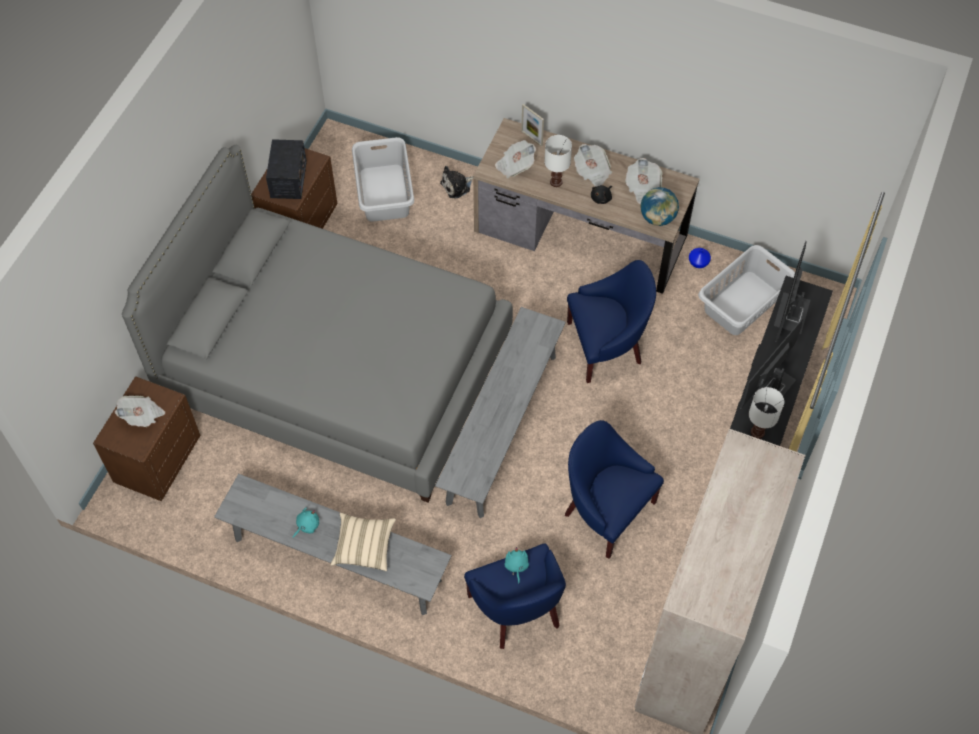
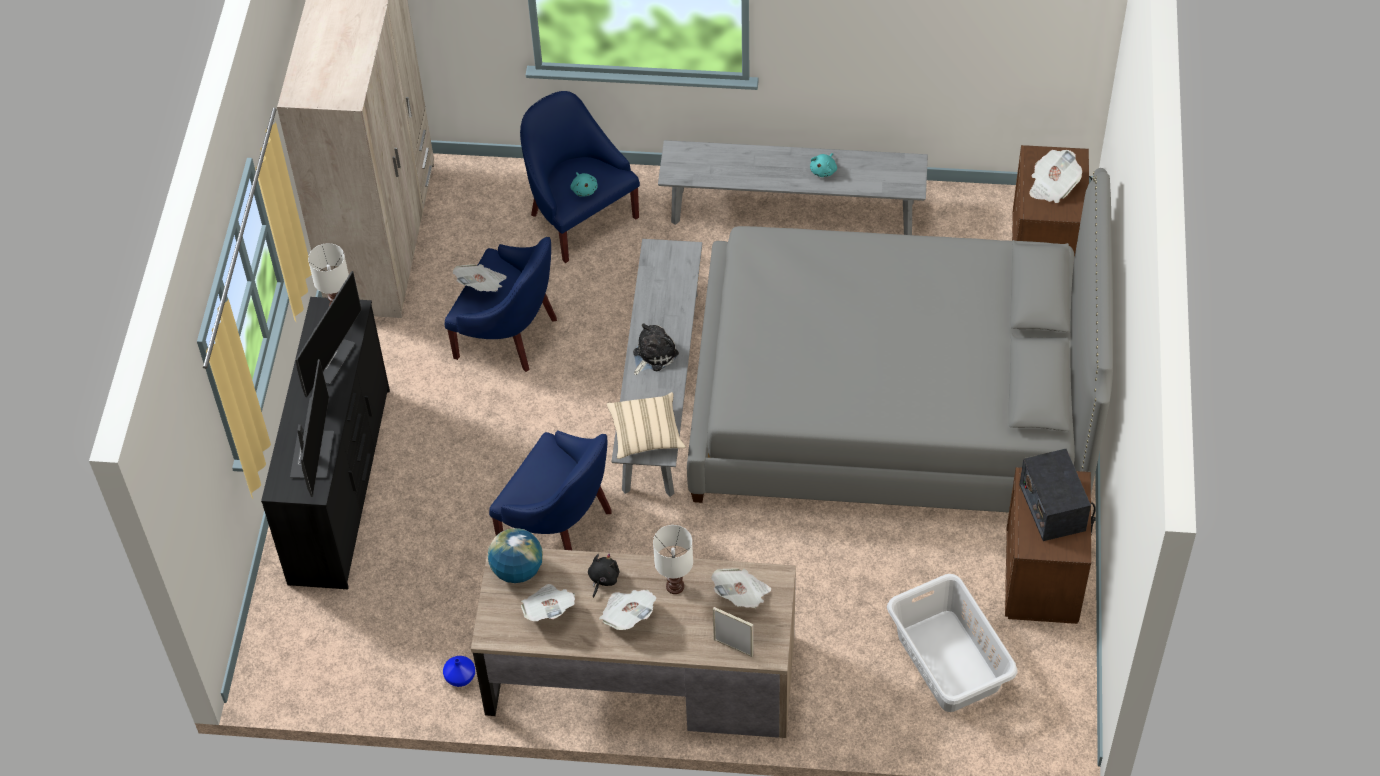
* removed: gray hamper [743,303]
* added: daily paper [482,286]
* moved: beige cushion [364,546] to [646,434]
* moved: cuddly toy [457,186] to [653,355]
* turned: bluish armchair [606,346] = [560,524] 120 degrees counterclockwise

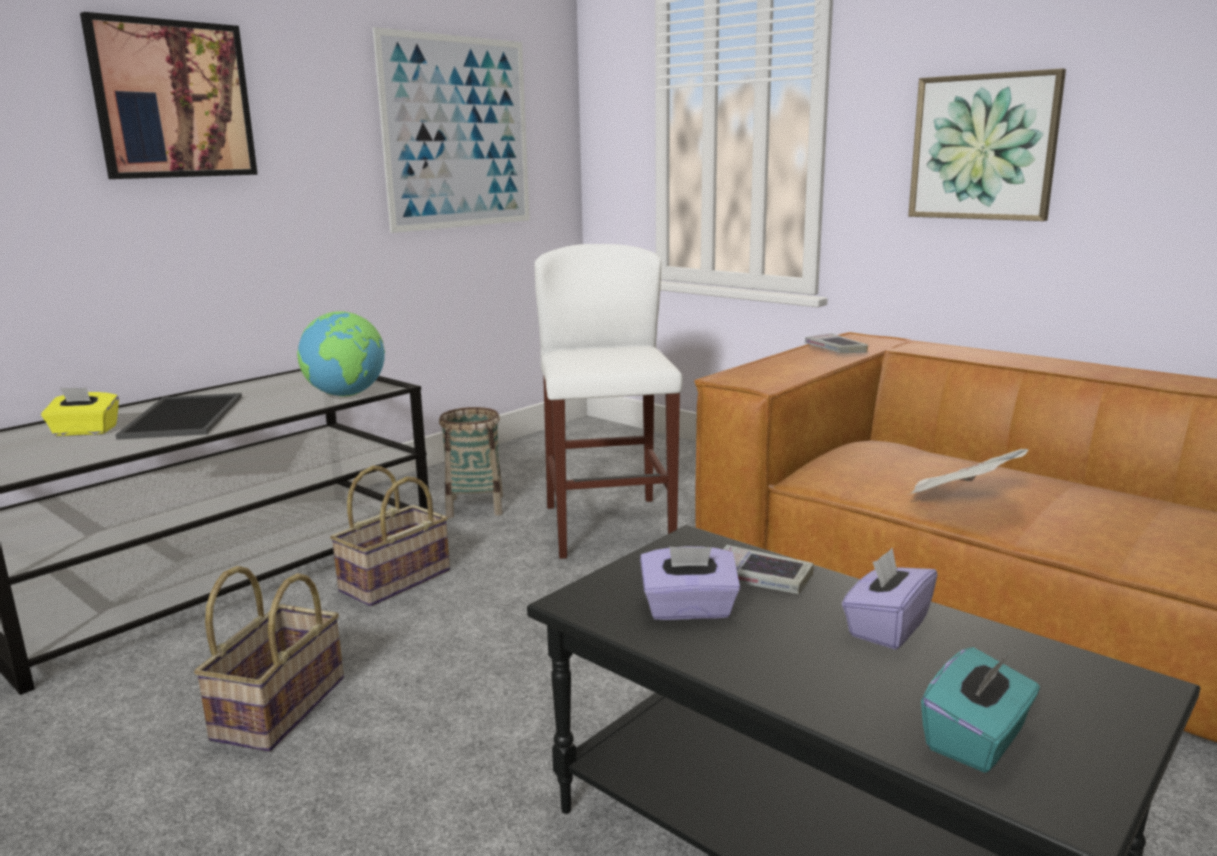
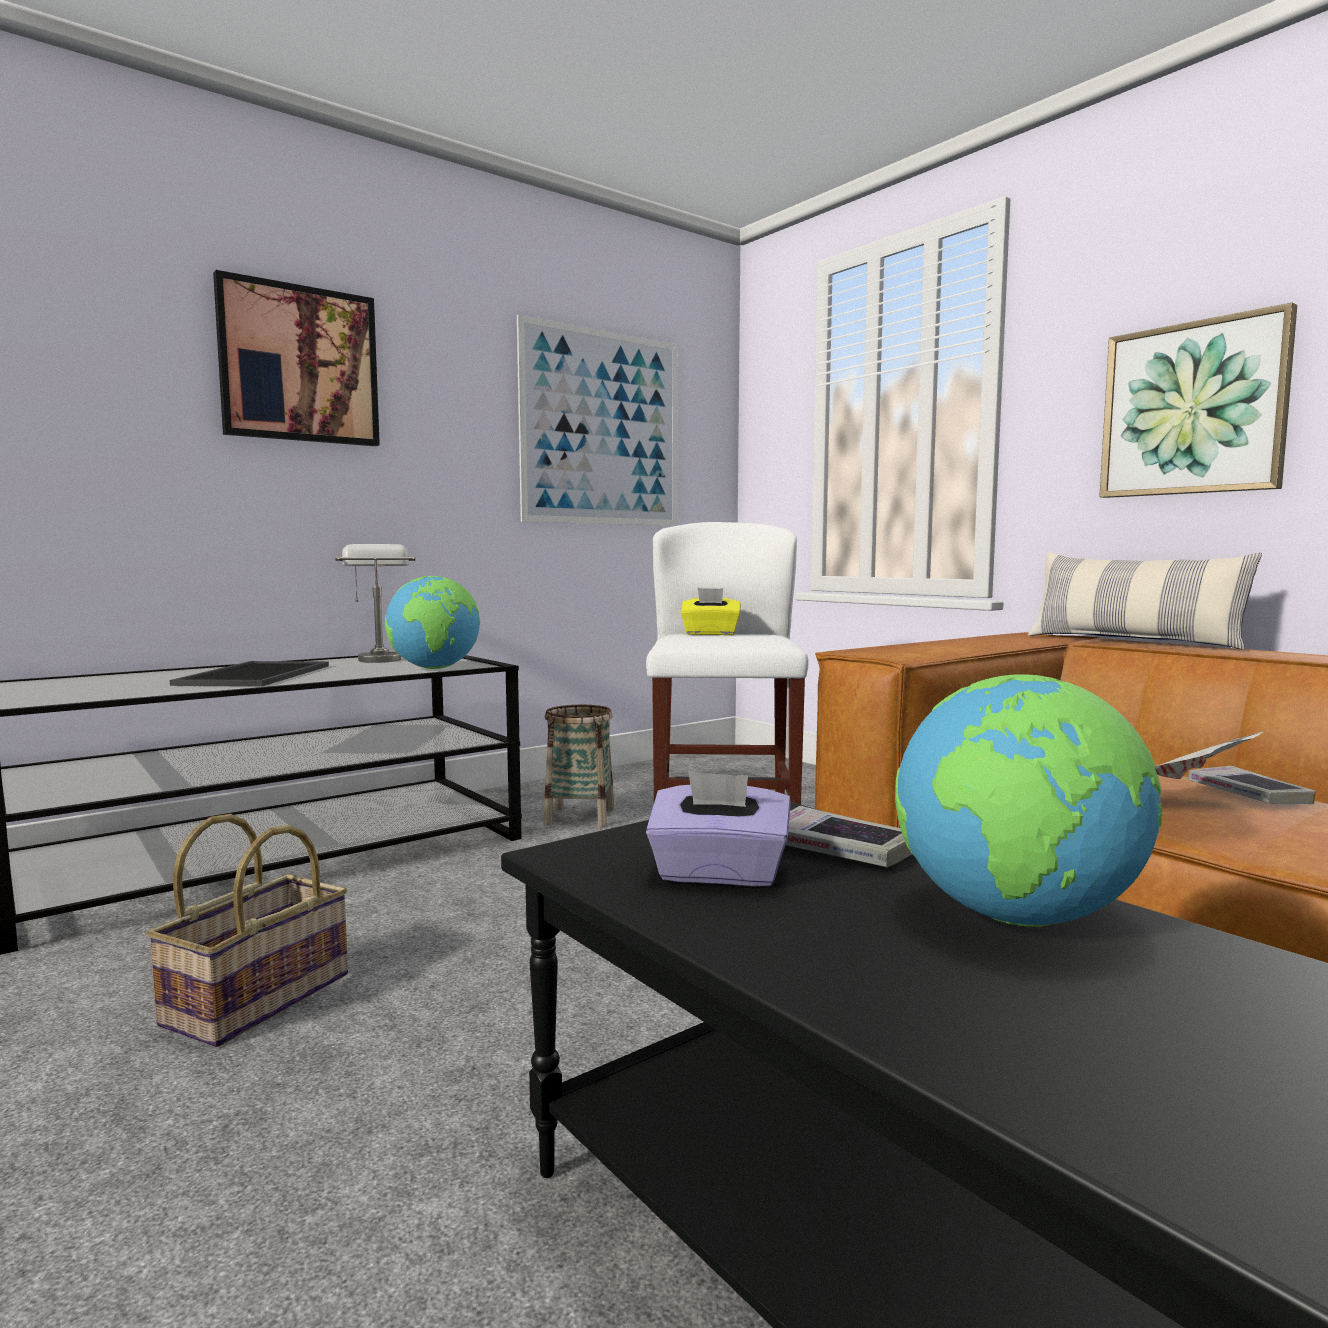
* removed: household basket [396,581]
* removed: turquoise-coloured tissue holder [977,740]
* added: gray tabletop lamp [378,658]
* added: cushion [1132,641]
* moved: yellow tissue holder [85,431] to [710,634]
* moved: book [835,349] to [1248,794]
* replaced: purplish tissue holder [886,627] to desk globe [1016,917]

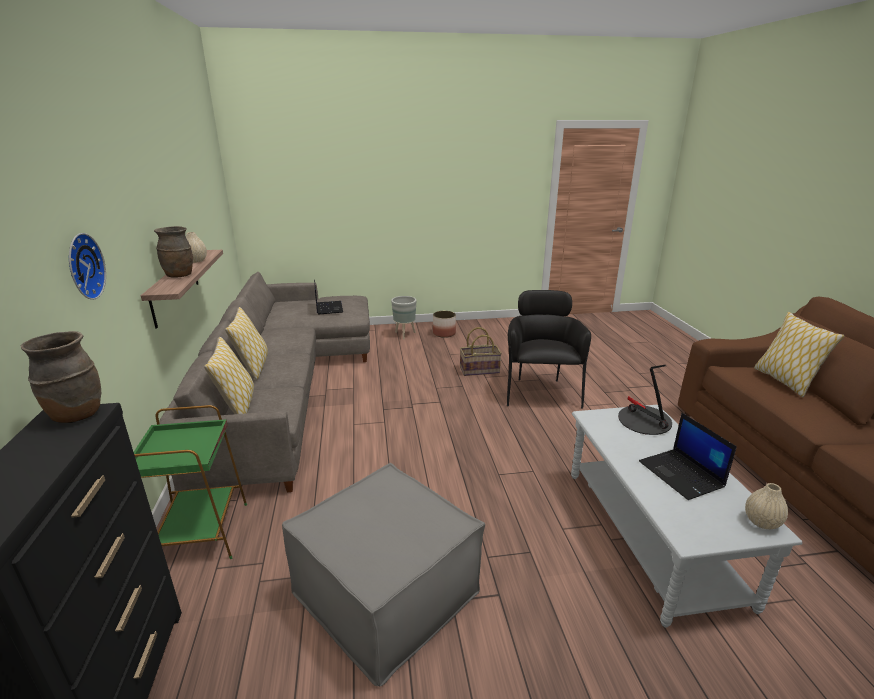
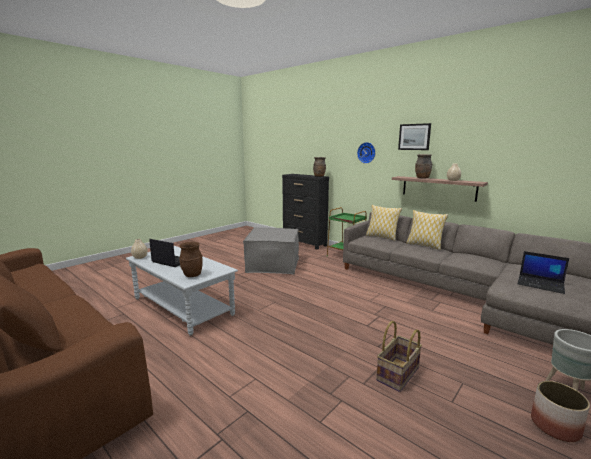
* removed: blackish armchair [540,391]
* removed: cushion [785,381]
* added: wall art [414,137]
* replaced: tabletop lamp [644,421] to brownish flower vase [192,275]

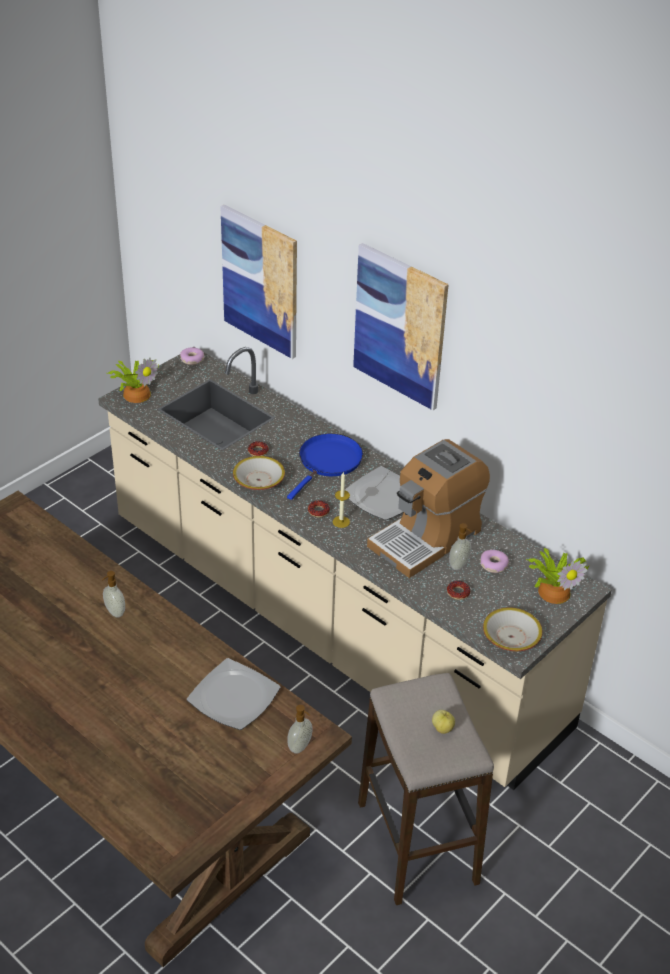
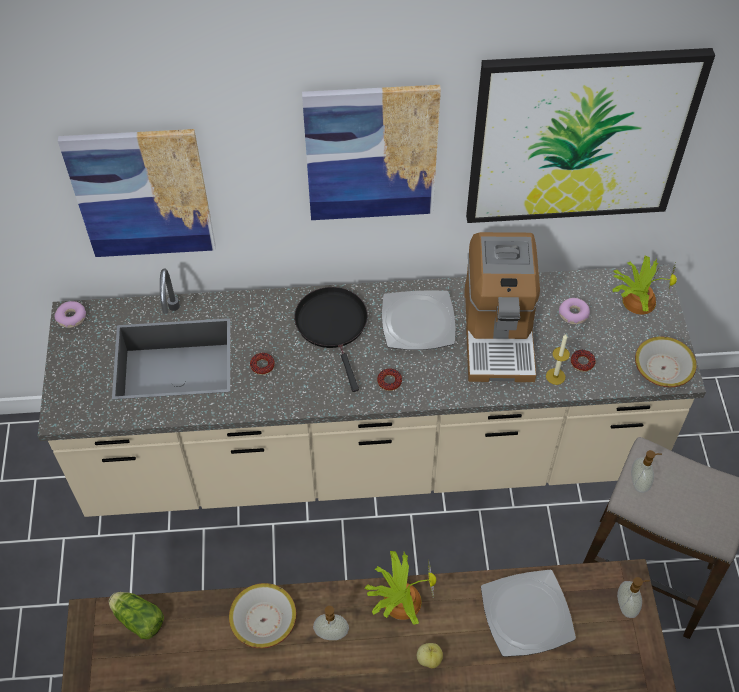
* added: lettuce head [137,618]
* added: wall art [580,138]
* moved: plant in a pot [136,393] to [400,600]
* moved: deep dish [258,480] to [263,620]
* moved: candle [341,522] to [555,376]
* moved: apple fruit [442,728] to [429,659]
* moved: soap bottle [459,565] to [639,483]
* recoloured: bluish frying pan [328,462] to blackish frying pan [333,326]

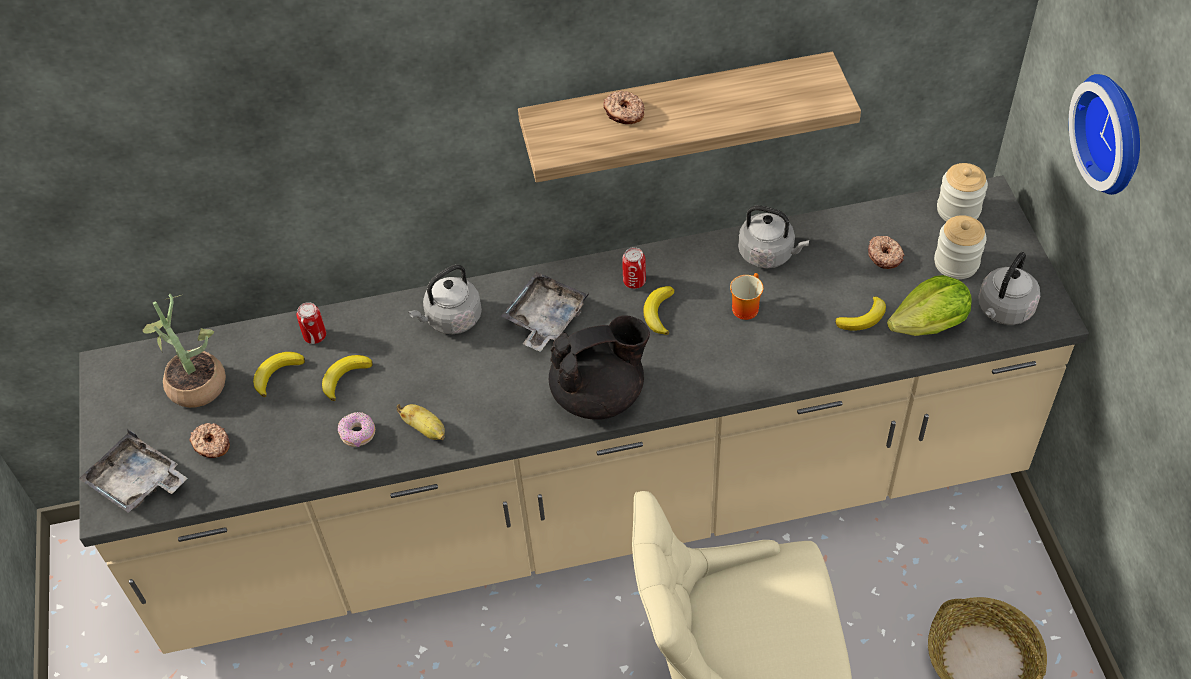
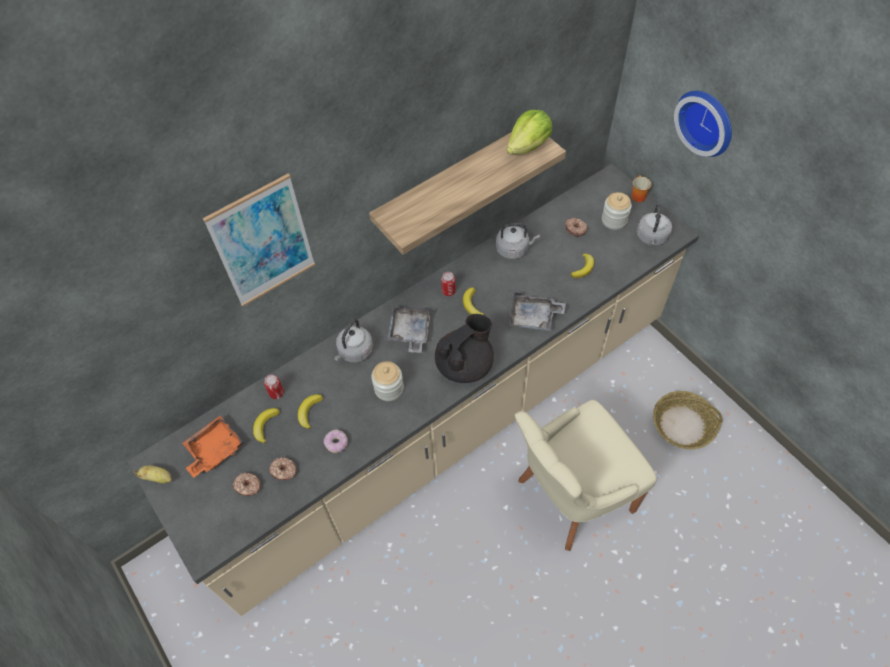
* added: wall art [263,242]
* moved: gray serving tray [137,482] to [534,318]
* moved: banana fruit [426,430] to [158,478]
* moved: doughnut [624,113] to [284,471]
* moved: coffee mug [744,306] to [637,195]
* moved: lettuce head [929,325] to [528,146]
* moved: storage jar [958,210] to [389,388]
* replaced: plant in a pot [194,380] to orangey serving tray [214,450]

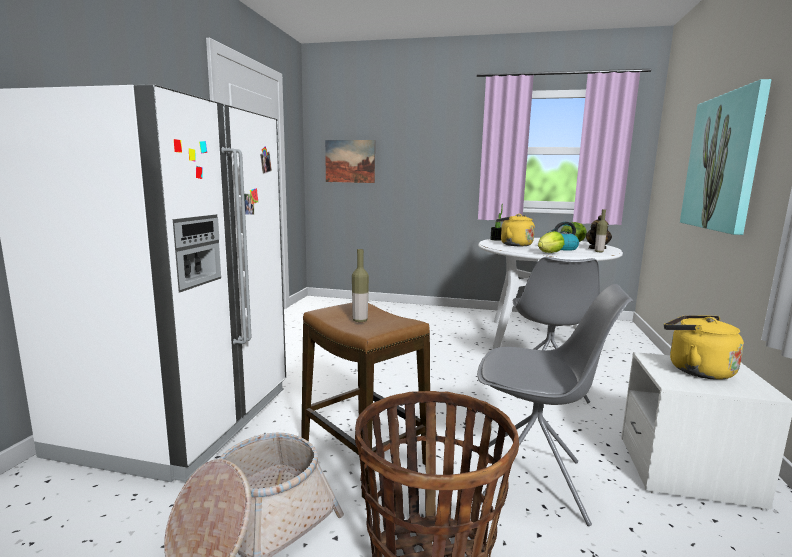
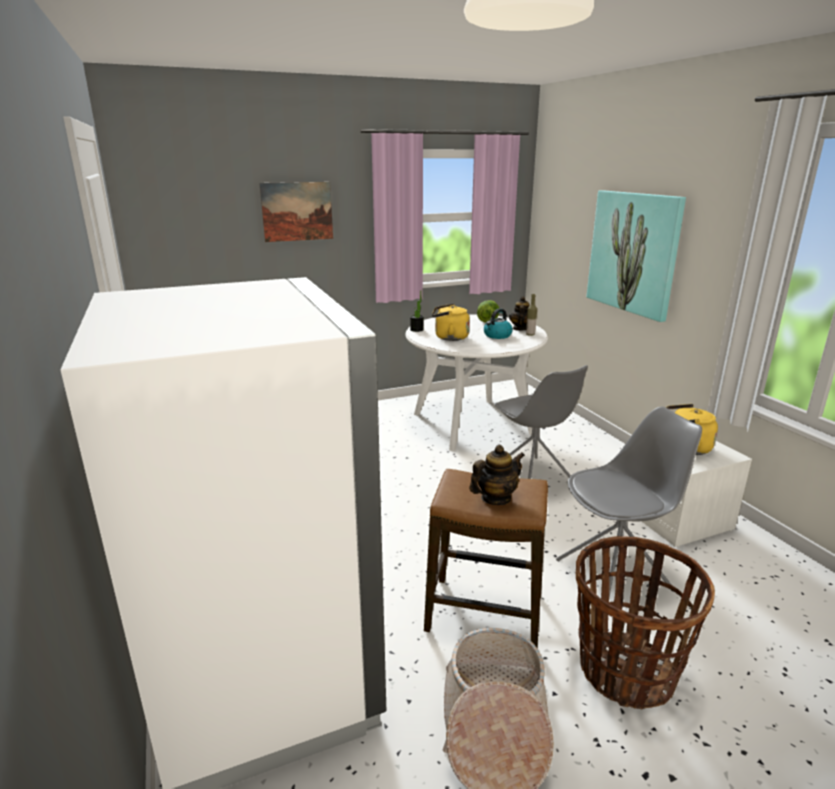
* removed: lettuce head [549,253]
* moved: wall art [350,161] to [297,211]
* replaced: drink bottle [360,320] to pot for tea [495,498]

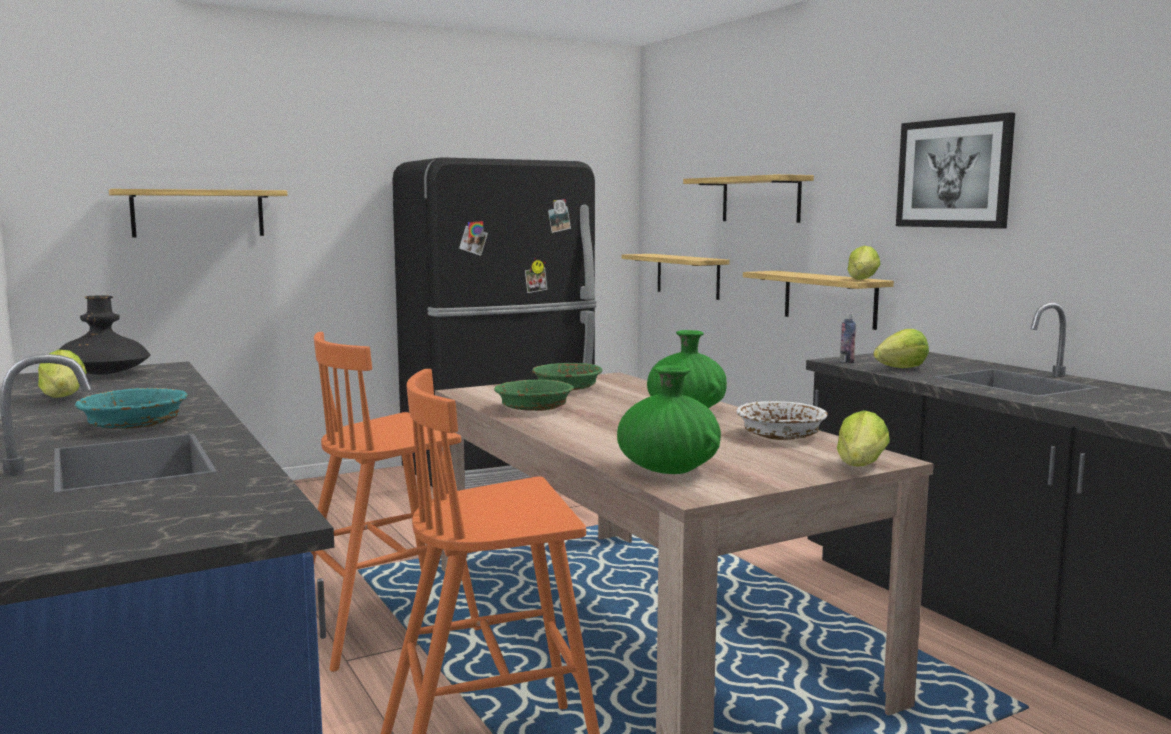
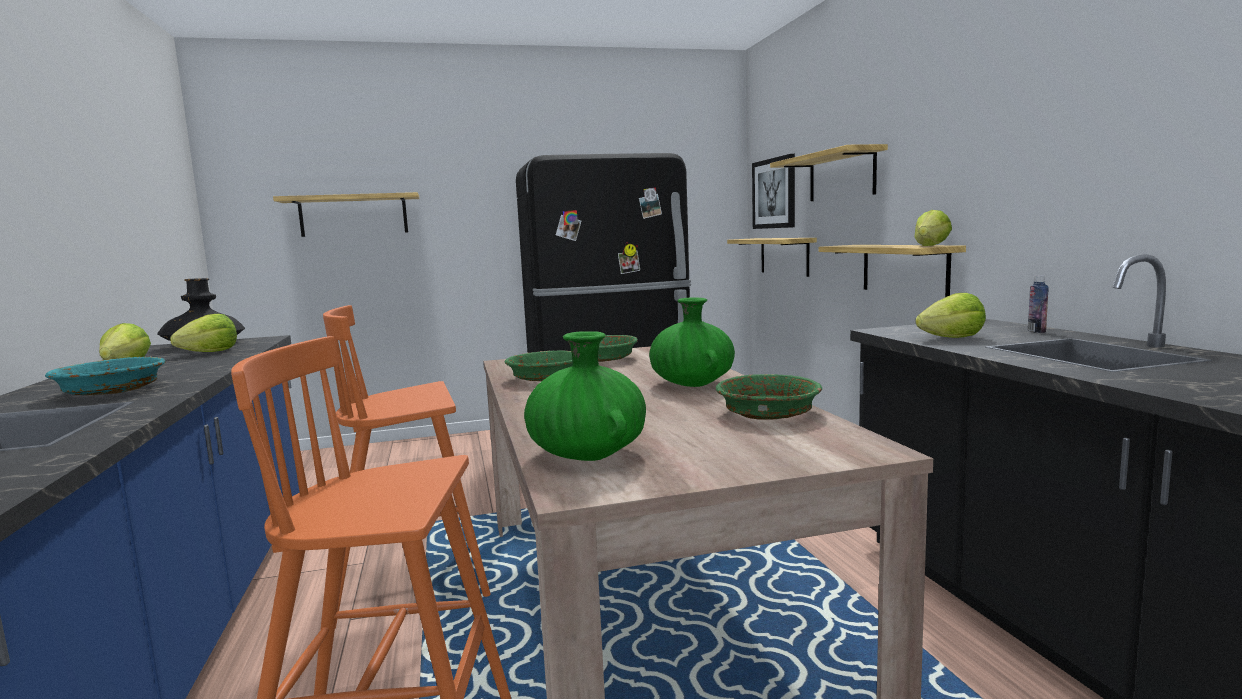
* moved: lettuce head [860,466] to [210,352]
* moved: drink bottle [846,361] to [1036,331]
* moved: wall art [954,173] to [774,193]
* recoloured: whitish deep dish [780,434] to green-coloured deep dish [768,413]

